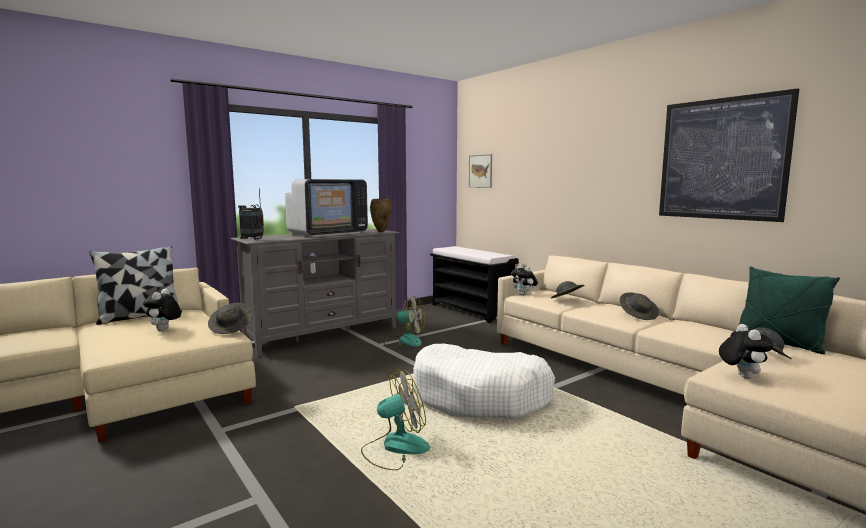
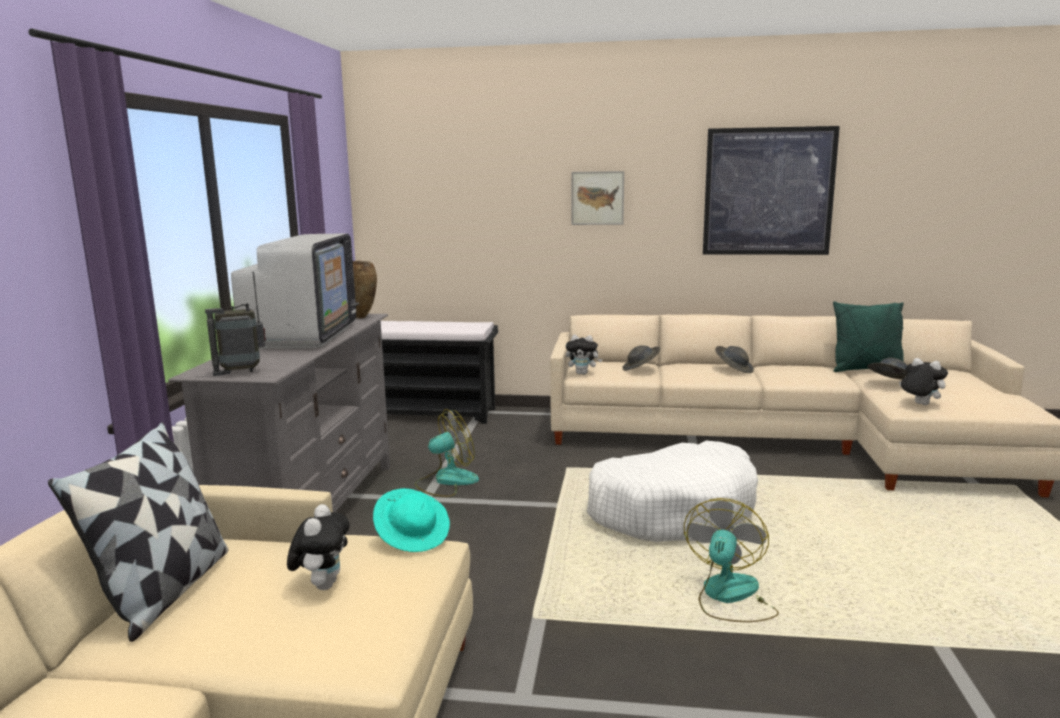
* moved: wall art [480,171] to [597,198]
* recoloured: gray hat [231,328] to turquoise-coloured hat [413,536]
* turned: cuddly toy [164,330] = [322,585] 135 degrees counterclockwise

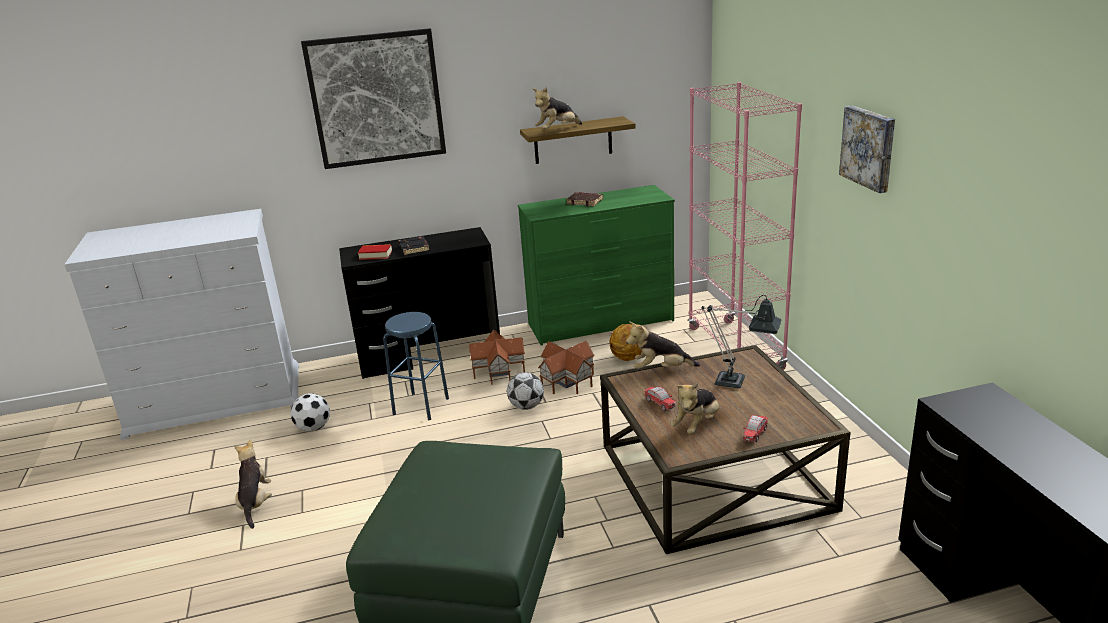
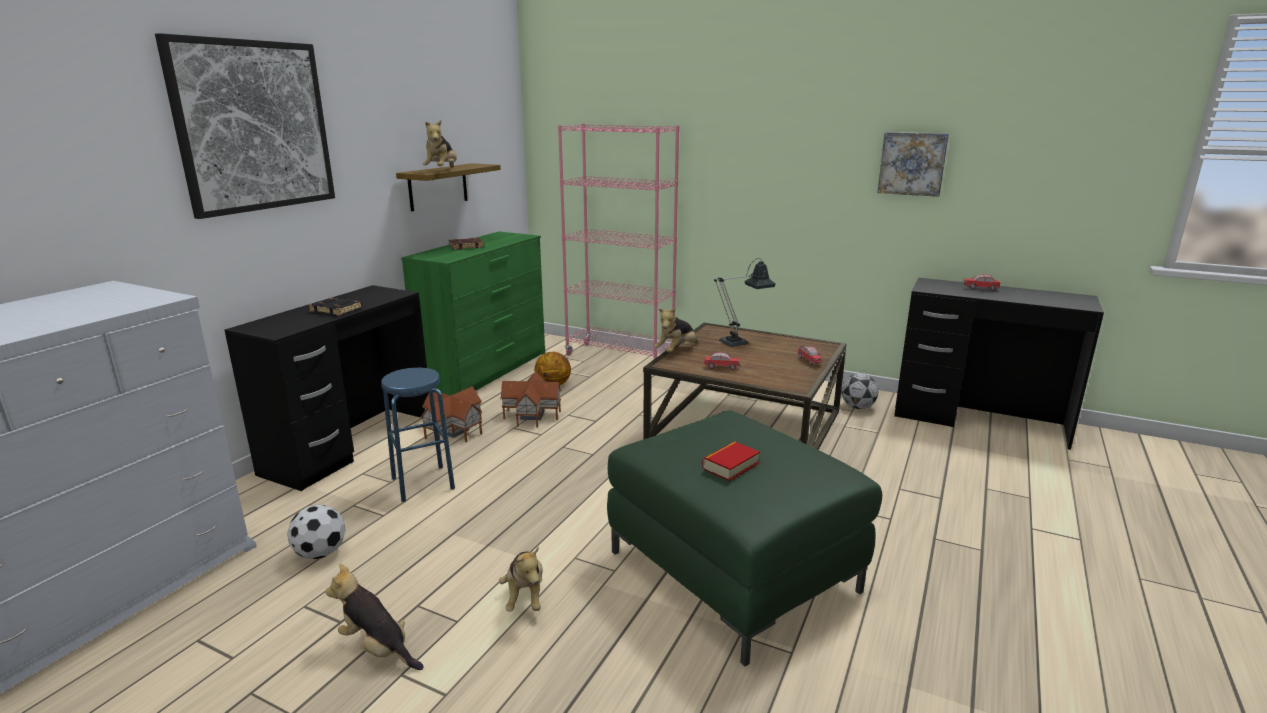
* added: miniature car [981,289]
* moved: book [375,255] to [730,466]
* moved: football ball [526,406] to [857,407]
* moved: cuddly toy [697,425] to [525,596]
* moved: wall art [869,147] to [912,163]

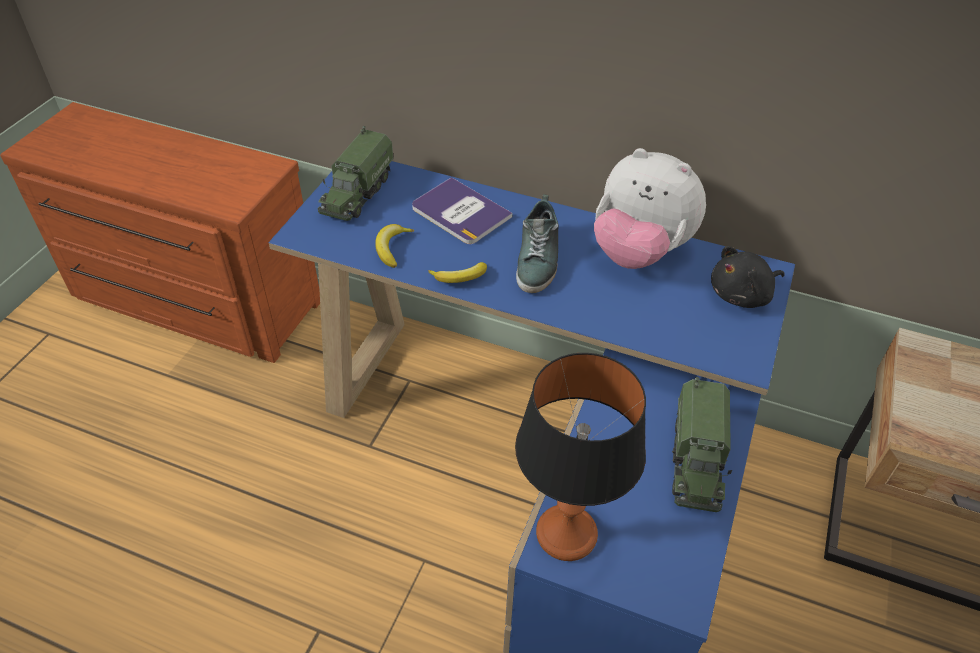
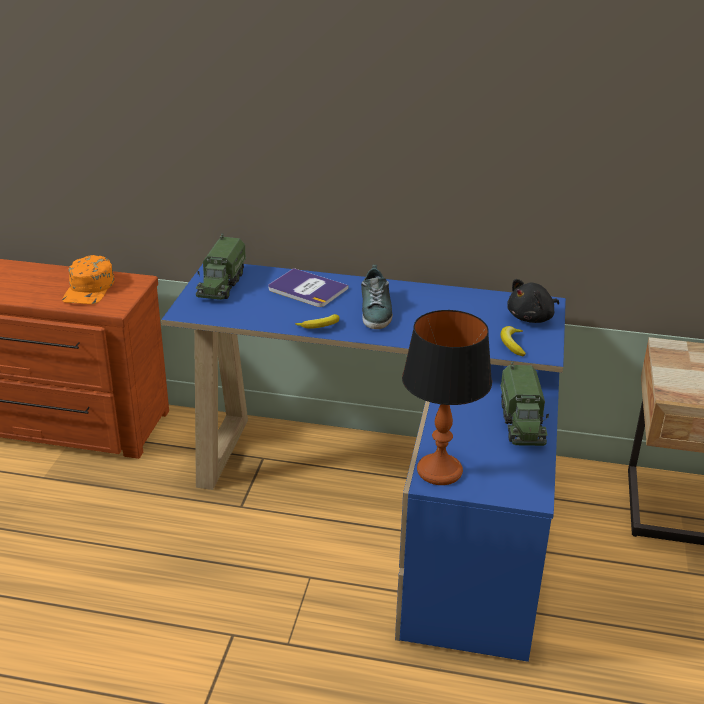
* removed: cuddly toy [639,252]
* added: orangey baseball cap [89,289]
* moved: banana fruit [392,248] to [512,344]

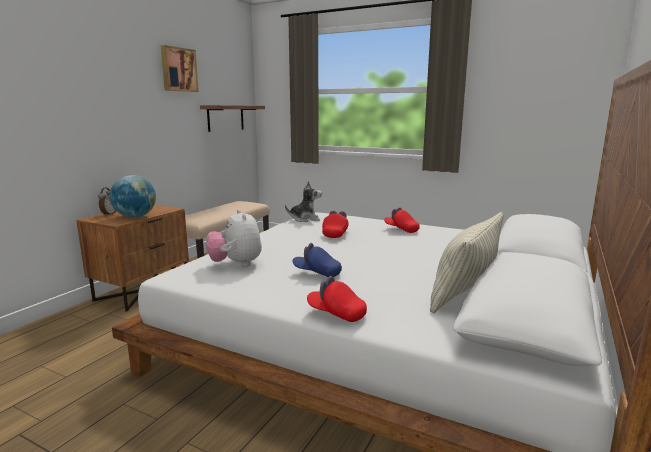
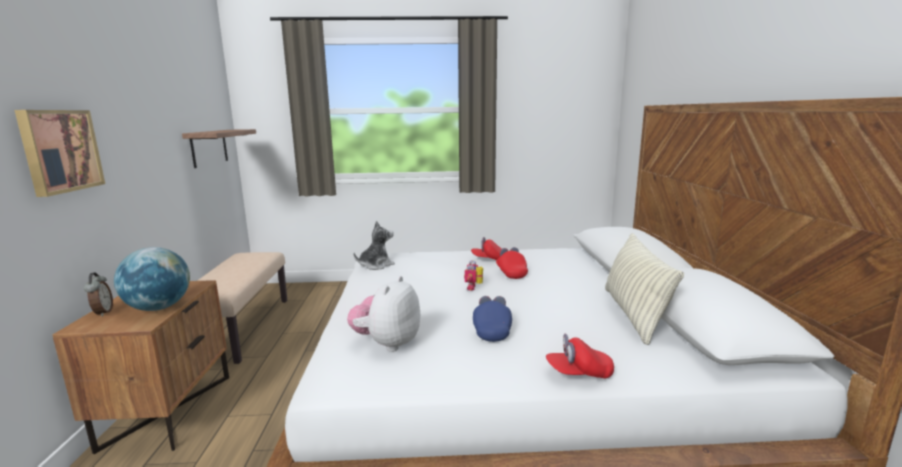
* added: toy robot [474,287]
* moved: wall art [178,69] to [59,151]
* moved: red baseball cap [335,233] to [511,273]
* turned: cuddly toy [236,264] = [387,343] 75 degrees clockwise
* turned: bluish baseball cap [317,273] = [492,330] 105 degrees clockwise

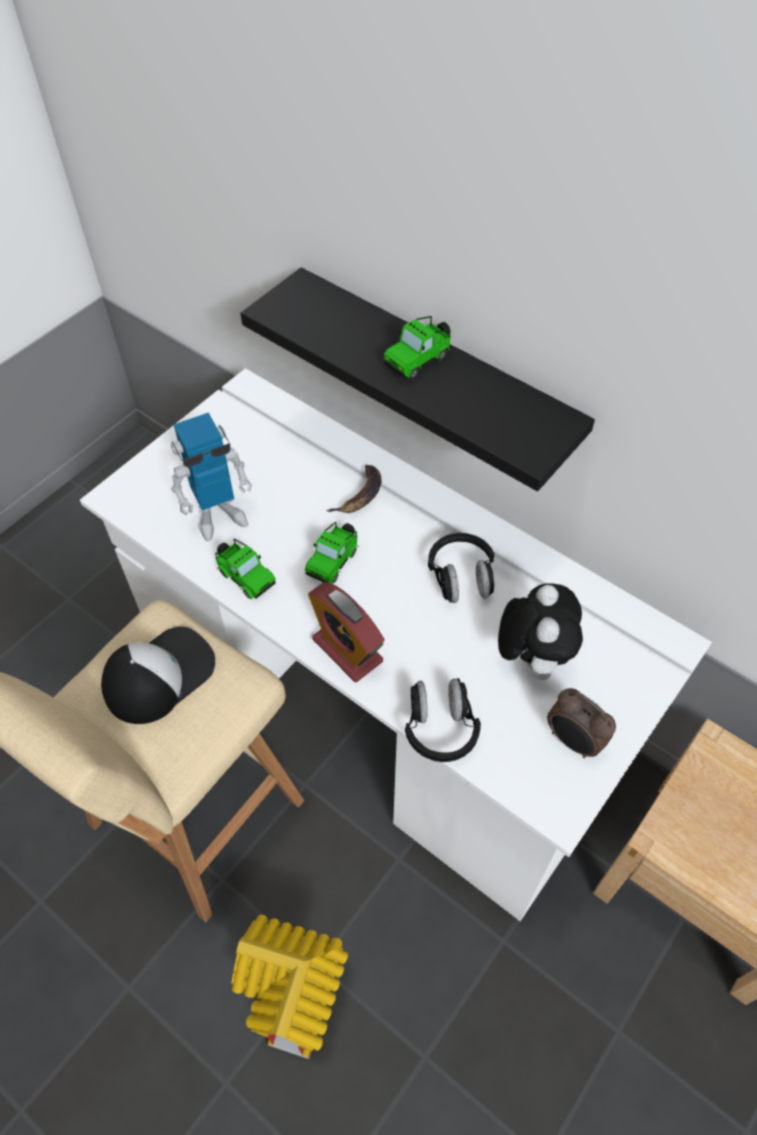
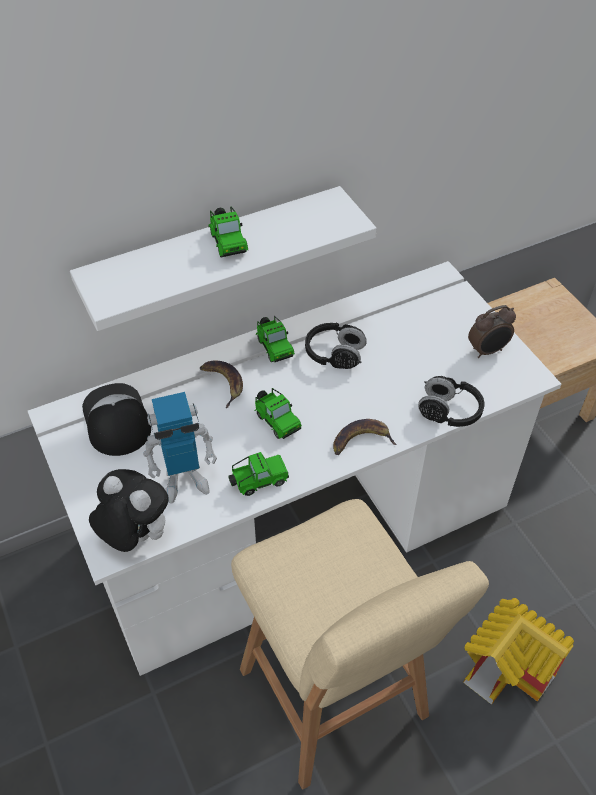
* added: miniature car [274,346]
* moved: baseball cap [159,675] to [115,420]
* moved: cuddly toy [531,657] to [134,536]
* replaced: bedside clock [347,650] to banana fruit [361,440]
* recoloured: blackish wall shelf [435,374] to whitish wall shelf [214,256]
* turned: toy robot [218,516] = [184,480] 75 degrees clockwise

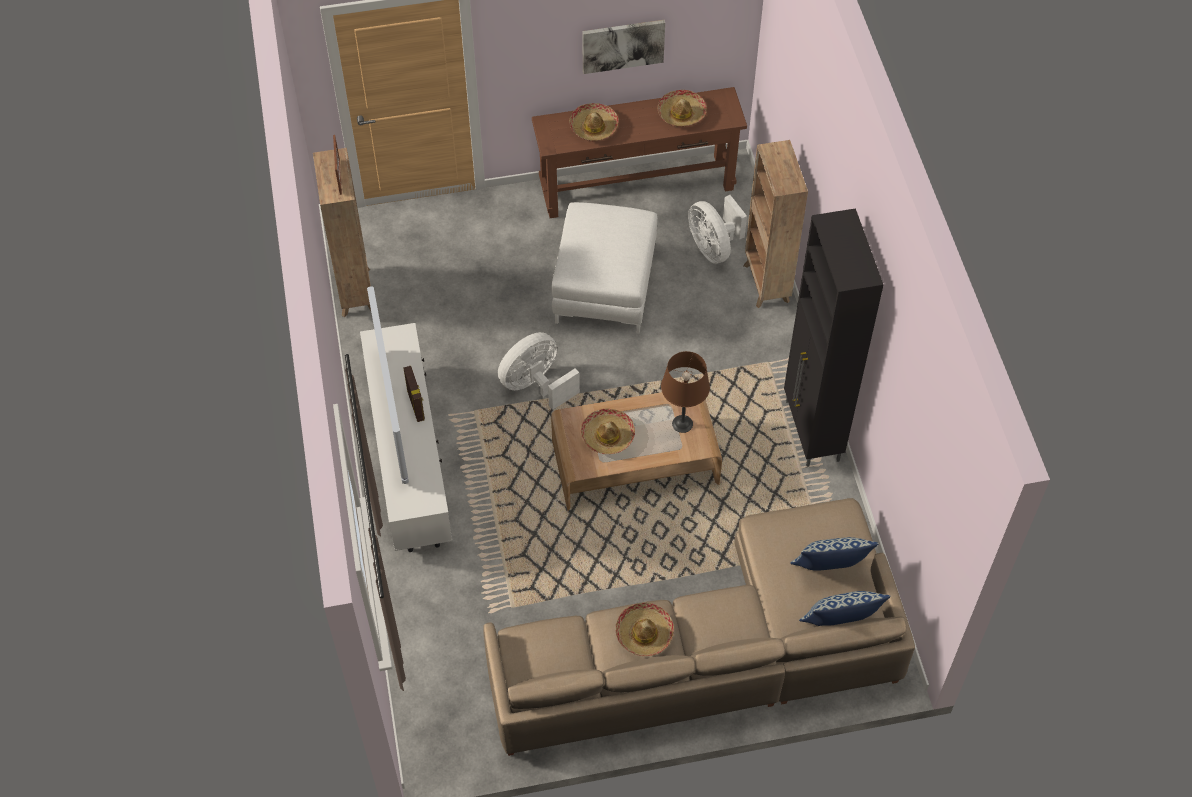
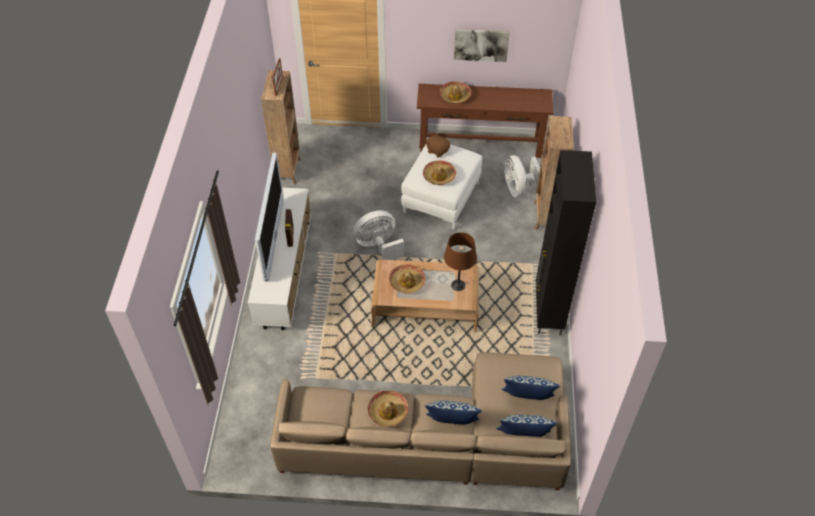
* added: cushion [451,424]
* added: brownish cuddly toy [437,151]
* moved: hat [681,113] to [439,176]

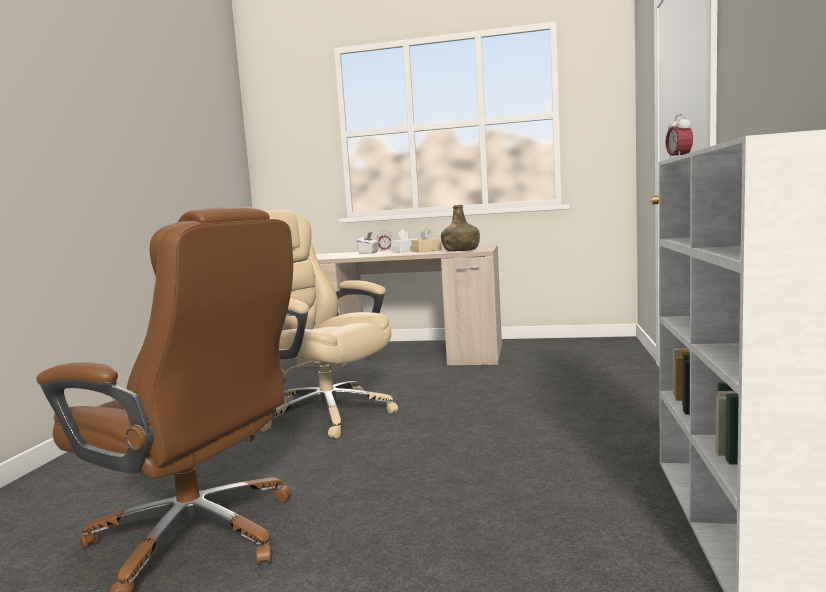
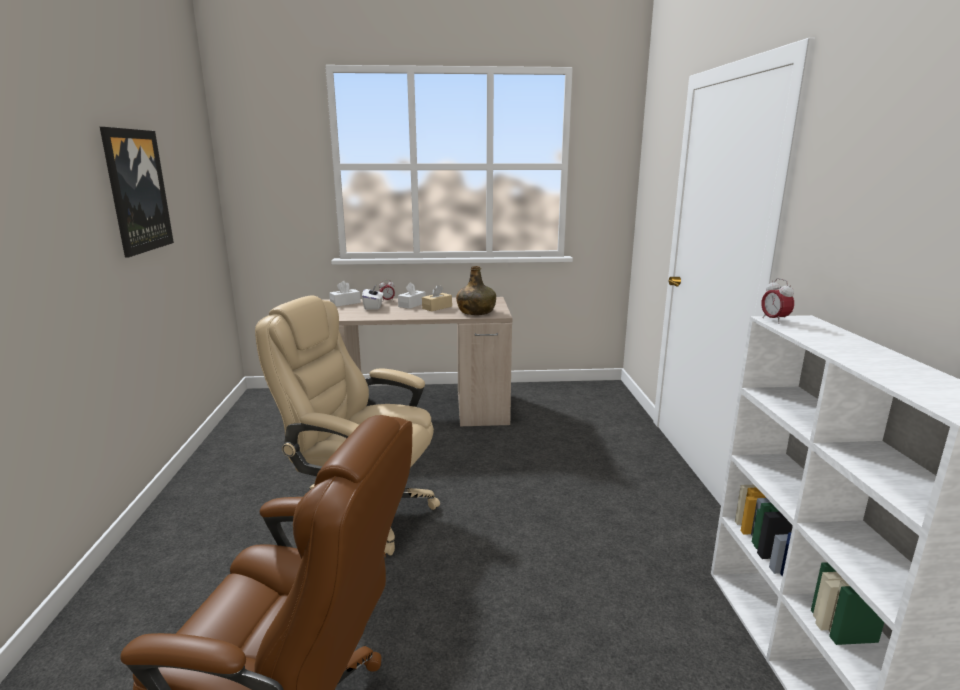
* added: wall art [137,191]
* added: whitish tissue holder [345,303]

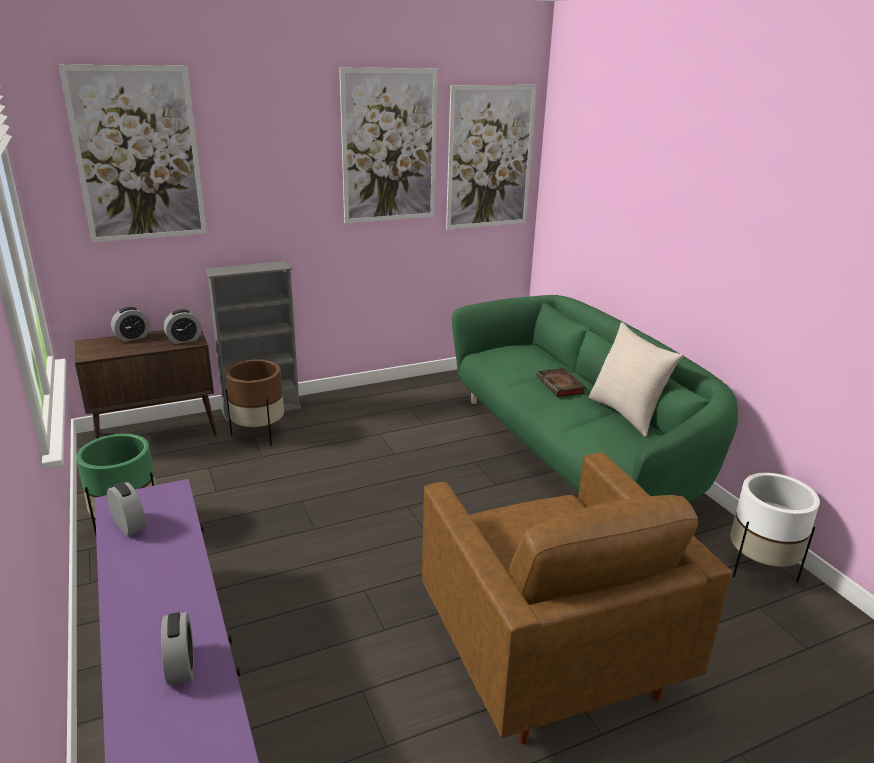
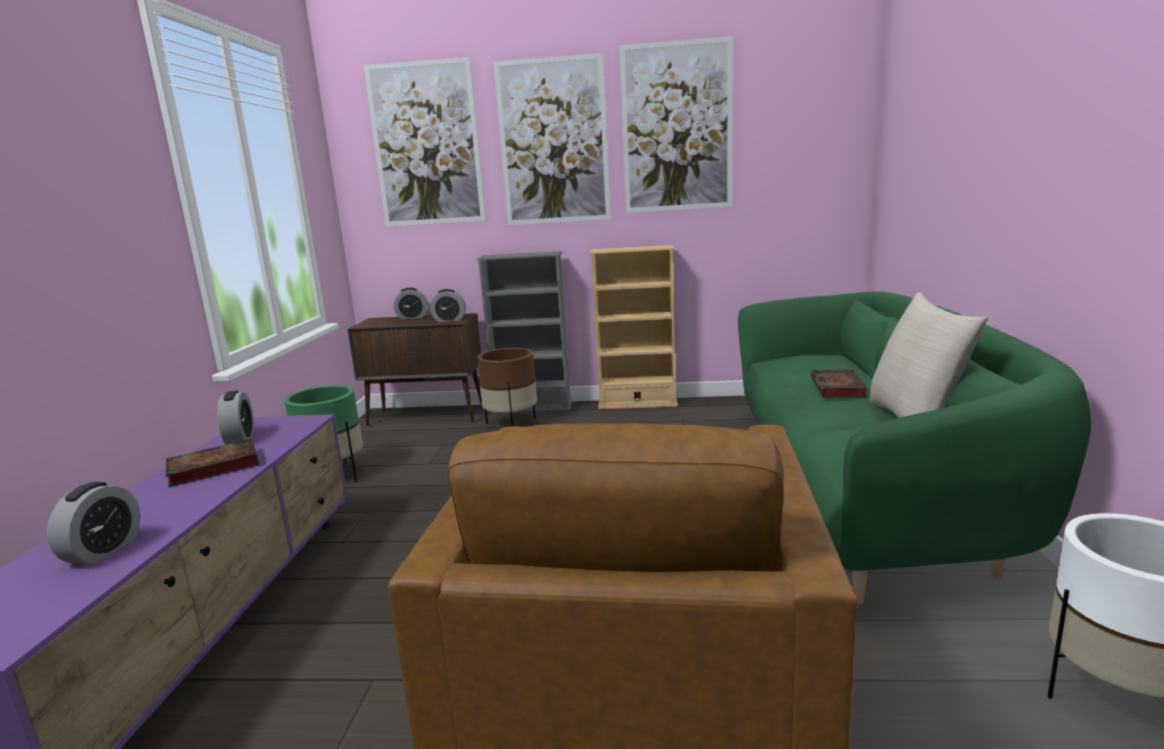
* added: book [211,468]
* added: beige bookshelf [637,404]
* moved: wall art [490,158] to [553,142]

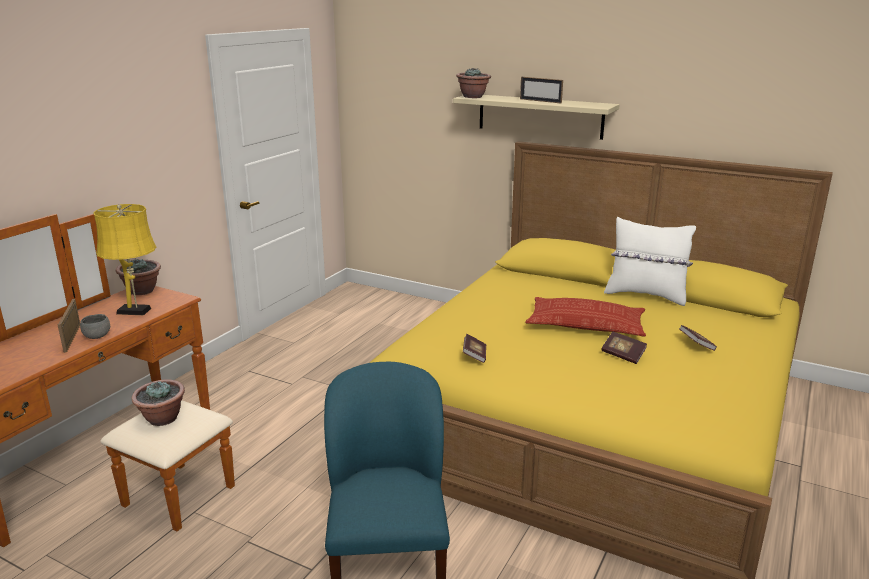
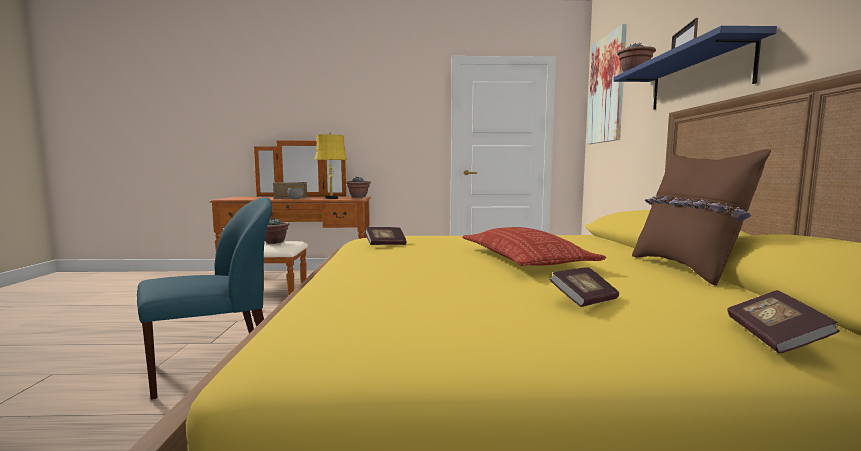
* added: wall art [607,89]
* moved: book [623,355] to [775,337]
* recoloured: beige wall shelf [540,116] to bluish wall shelf [698,78]
* recoloured: whitish cushion [646,295] to brownish cushion [686,269]

